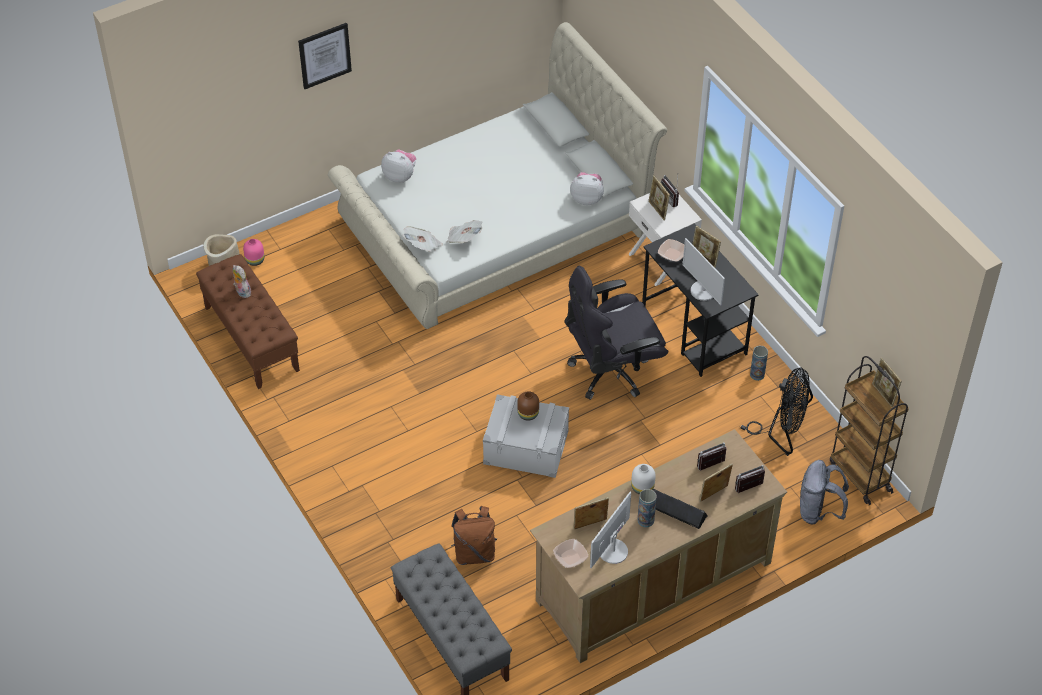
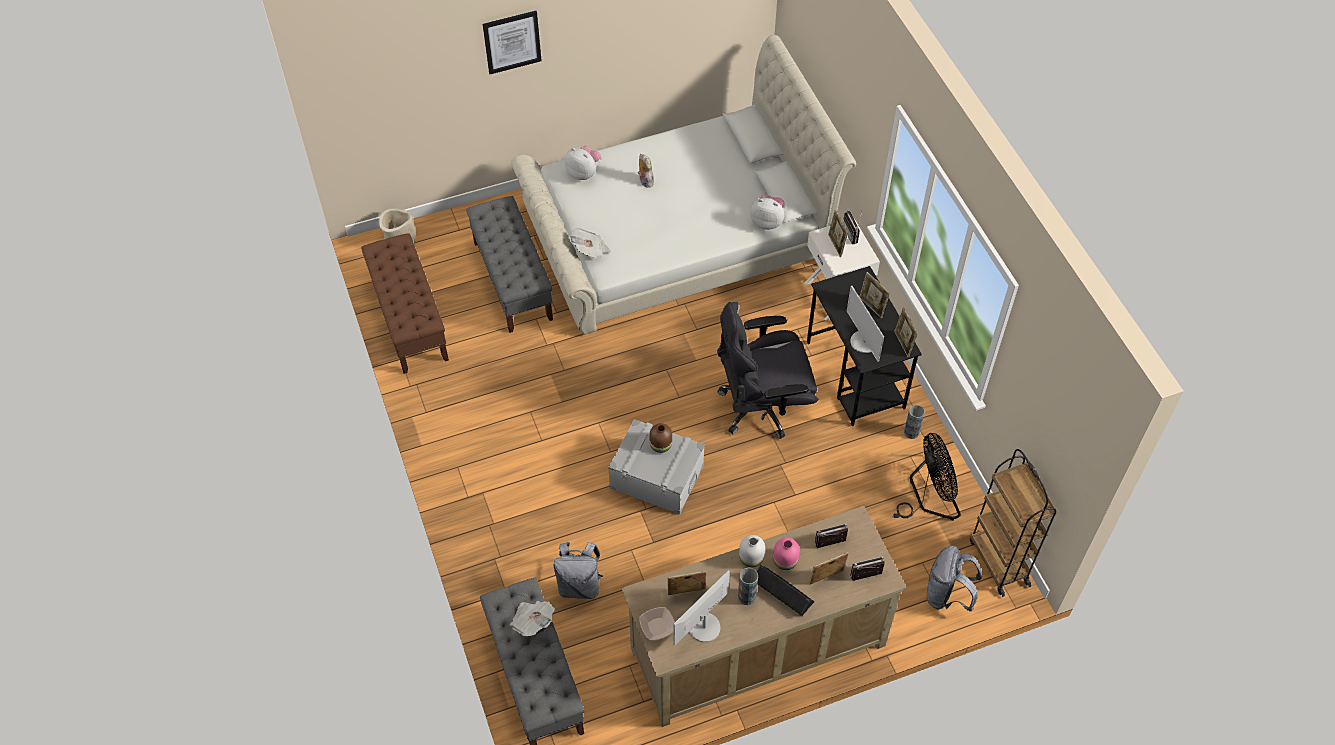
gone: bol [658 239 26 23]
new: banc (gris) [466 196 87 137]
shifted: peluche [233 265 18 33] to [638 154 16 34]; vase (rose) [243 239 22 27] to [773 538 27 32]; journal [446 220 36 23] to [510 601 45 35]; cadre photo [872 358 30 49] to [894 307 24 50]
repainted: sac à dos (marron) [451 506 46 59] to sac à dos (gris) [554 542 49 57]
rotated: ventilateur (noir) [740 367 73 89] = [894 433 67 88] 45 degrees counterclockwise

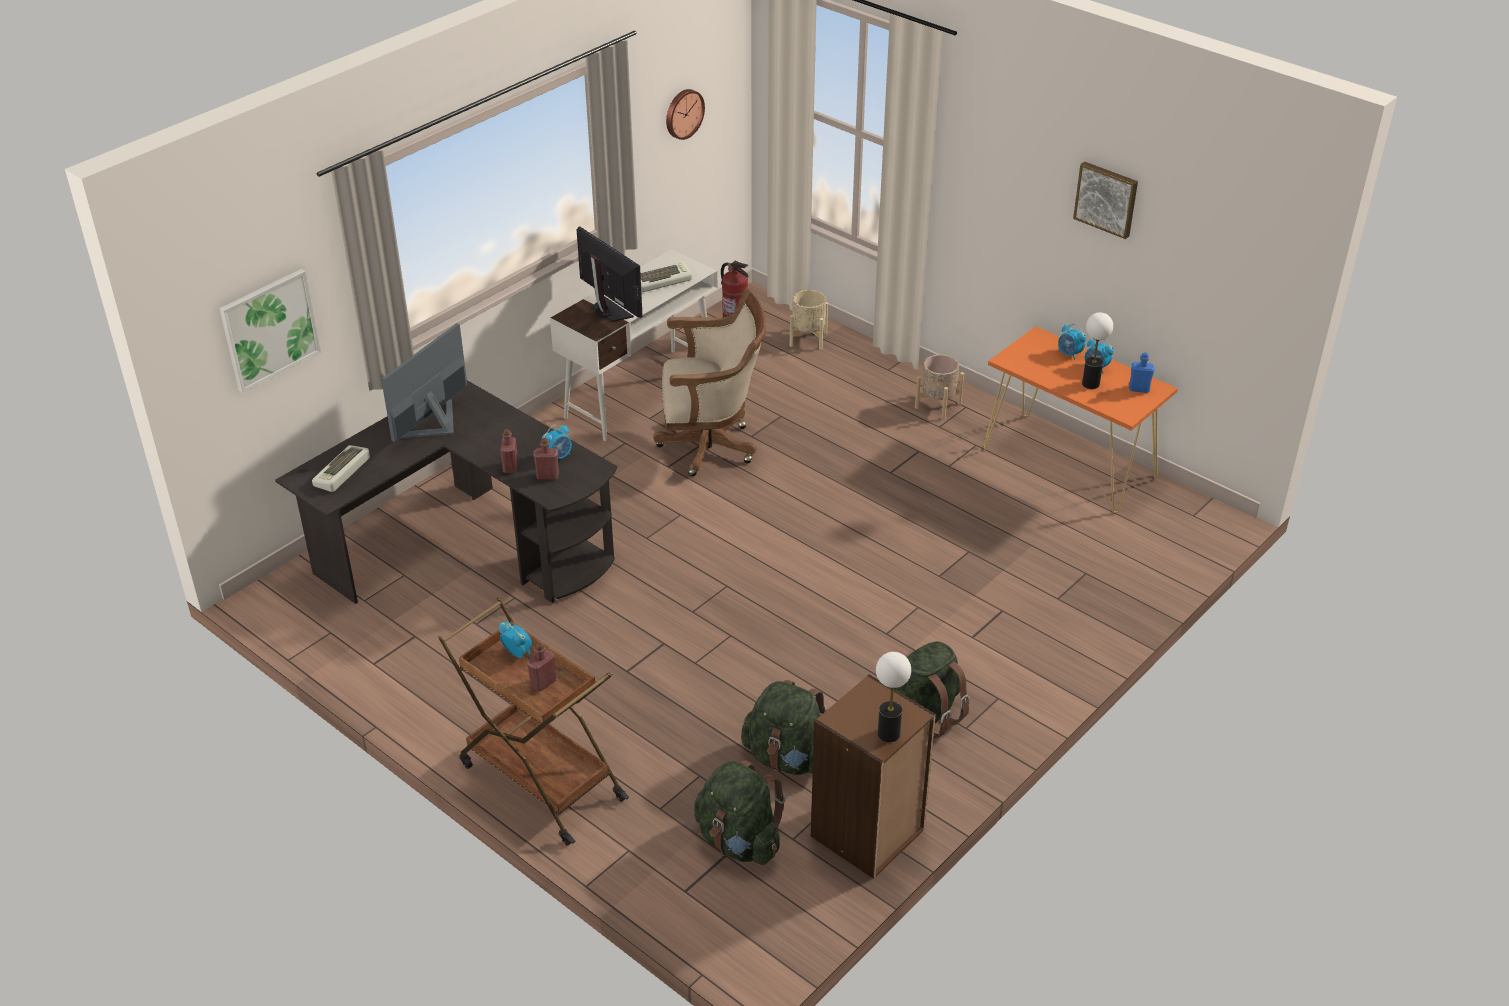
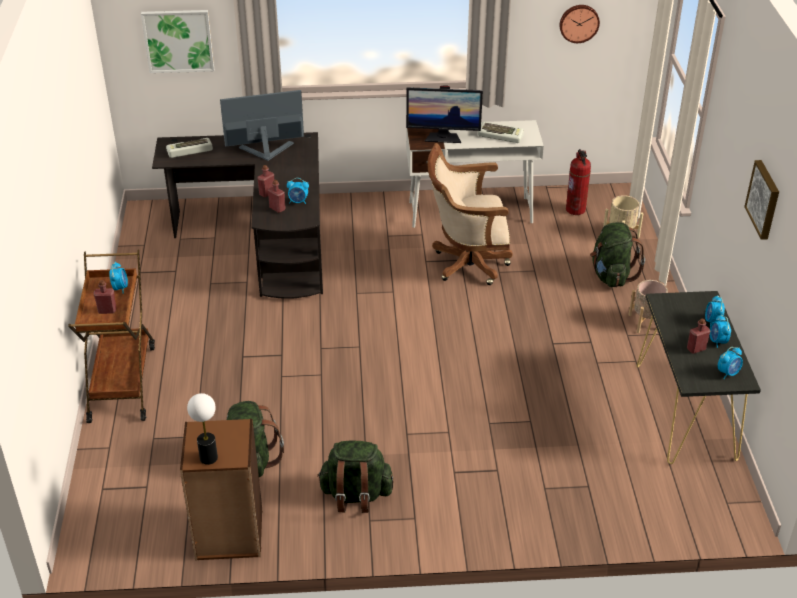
shifted: sac à dos (vert) [694 760 92 105] to [590 222 55 65]
swapped: lampe de table [1082 312 31 77] to bouteille (rouge) [687 318 23 36]; bouteille (bleu) [1129 352 26 41] to réveil [718 347 25 32]
repainted: table console (orange) [984 326 194 187] to table console (noir) [637 291 124 173]
rotated: écran d'ordinateur [577 226 66 96] = [406 85 77 58] 90 degrees clockwise; chaise de bureau [653 287 113 189] = [427 143 86 142] 135 degrees clockwise

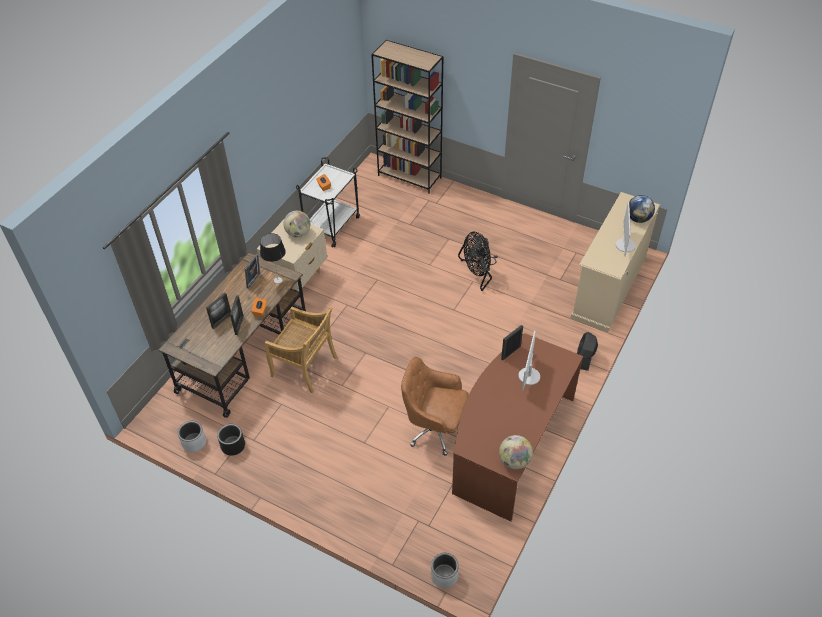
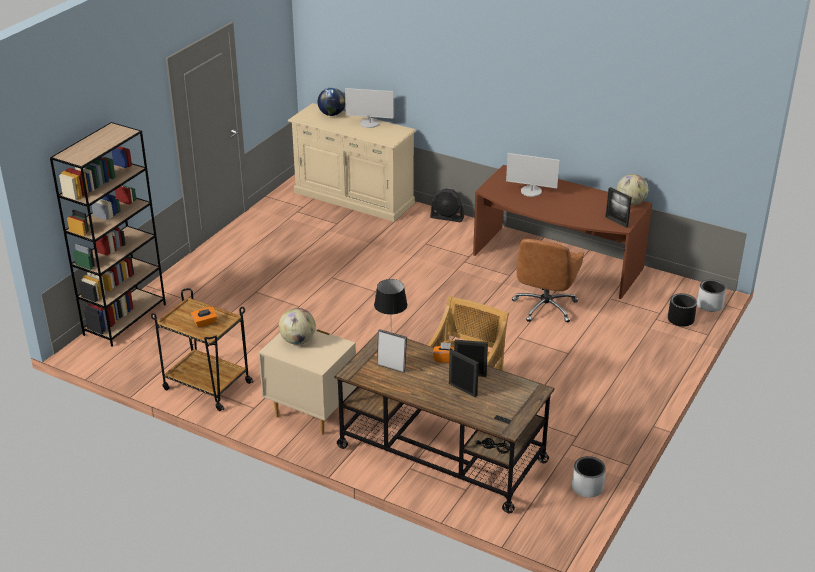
gone: ventilateur (noir) [458 231 40 60]
shifted: cache-pot (noir) [217 424 28 32] to [668 293 29 34]; cadre photo [501 325 22 35] to [605 187 27 41]
repainted: chariot (blanc) [296 157 64 90] to chariot (marron) [151 288 103 123]

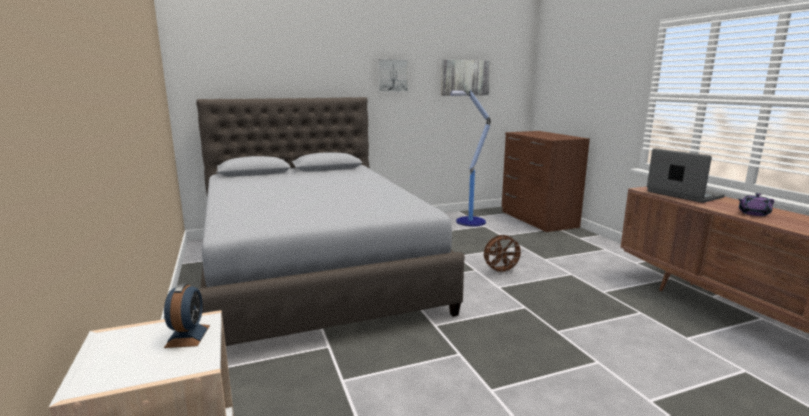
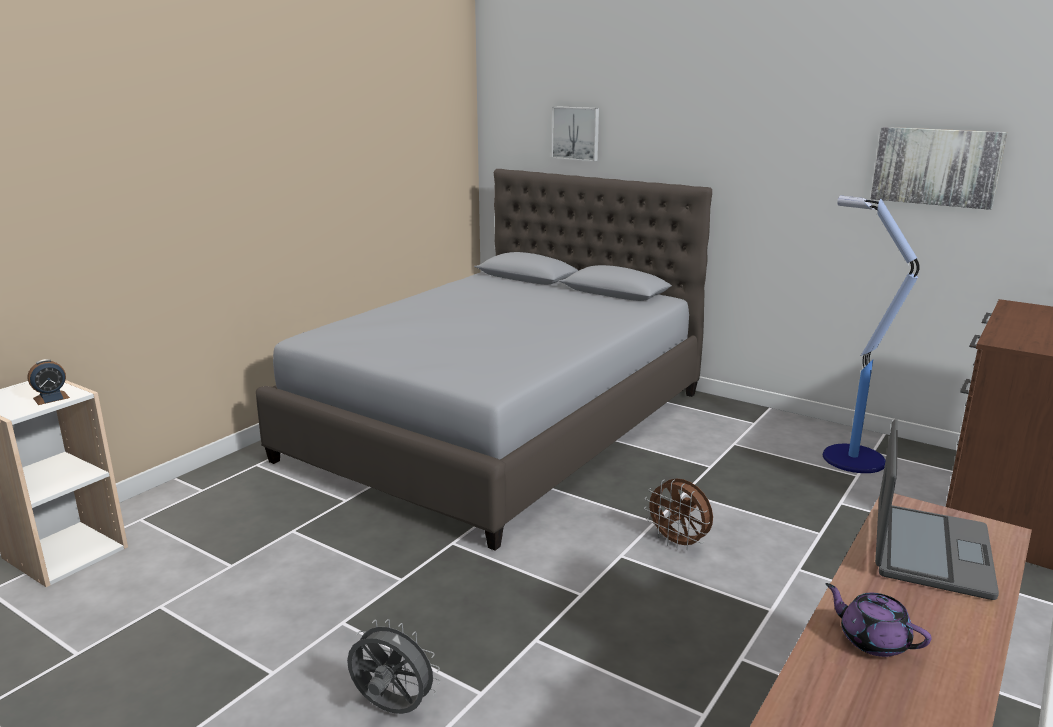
new: ventilateur (gris) [347 619 93 95]
shifted: tableau [377 59 32 33] to [551 106 48 56]

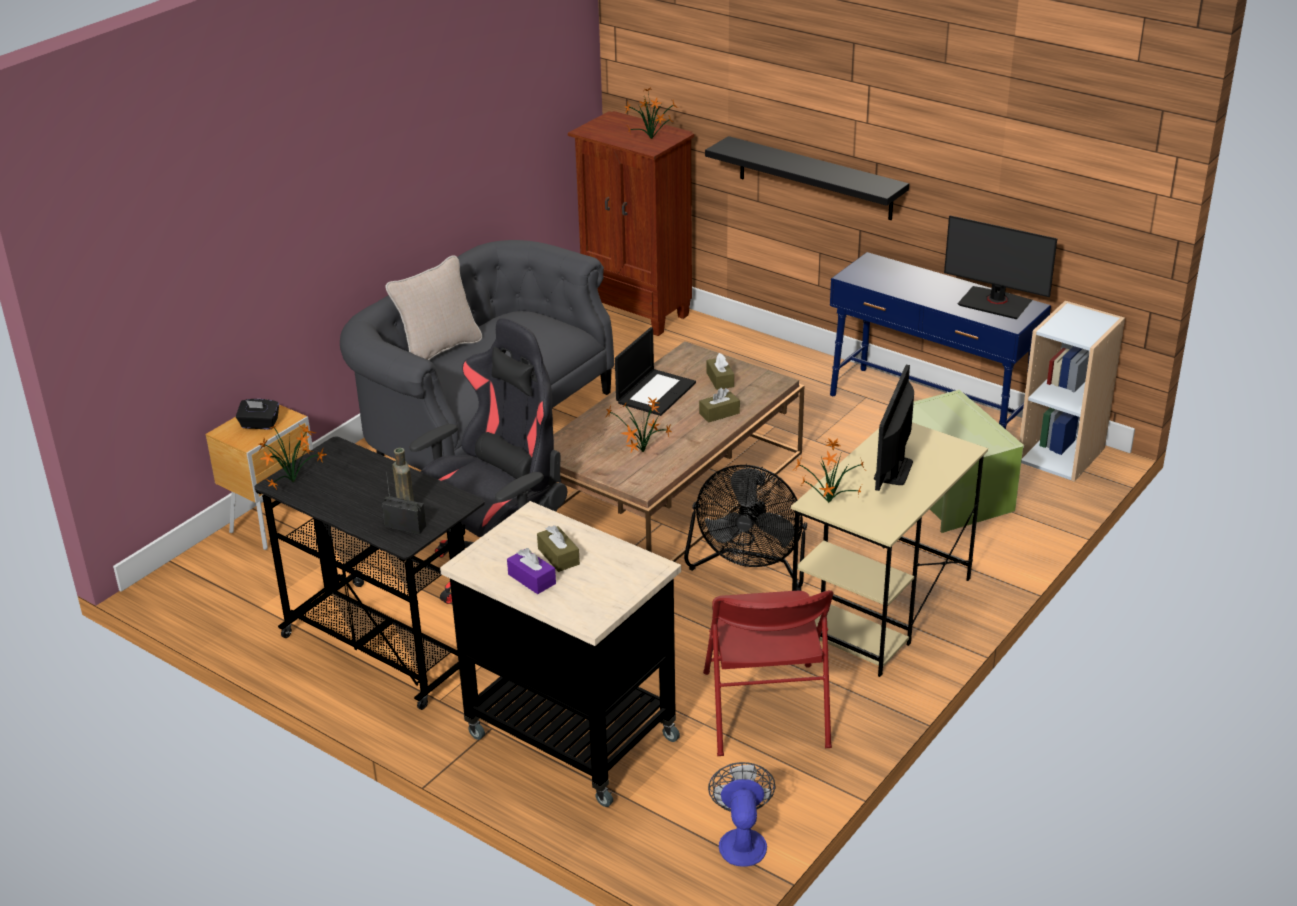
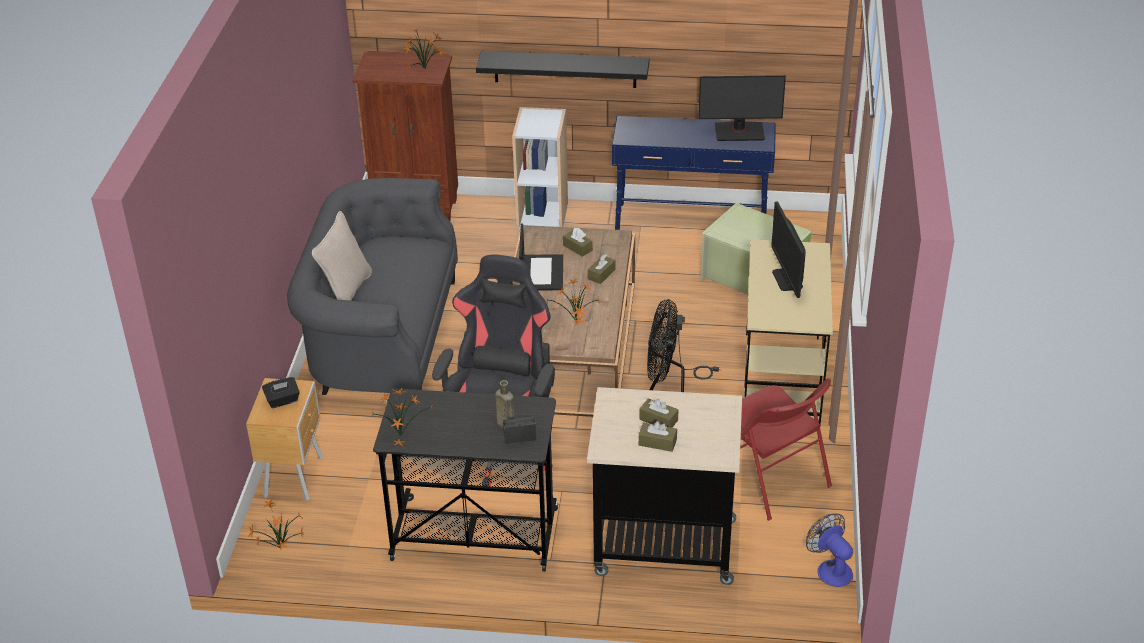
shifted: plante en pot [793 438 72 65] to [248 499 56 52]; bibliothèque [1019 301 106 181] to [512 107 56 124]
repainted: boîte à mouchoirs (violet) [507 548 49 46] to boîte à mouchoirs (marron) [639 421 38 31]
rotated: ventilateur (noir) [684 464 123 127] = [647 299 74 93] 105 degrees clockwise

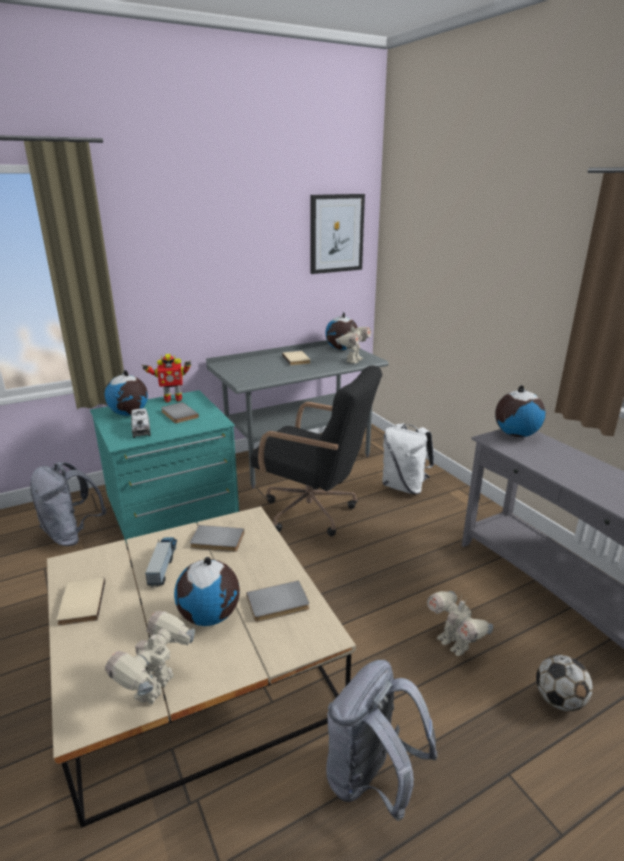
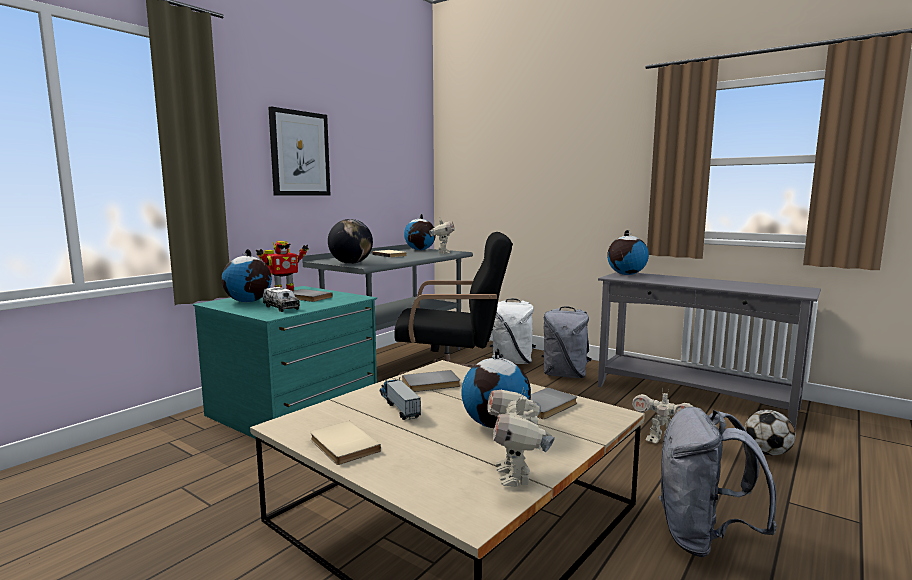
new: globe [328 219 45 45]
shifted: sac à dos (gris) [30 462 76 84] to [541 306 51 72]; tableau [310 194 55 80] to [268 107 63 89]

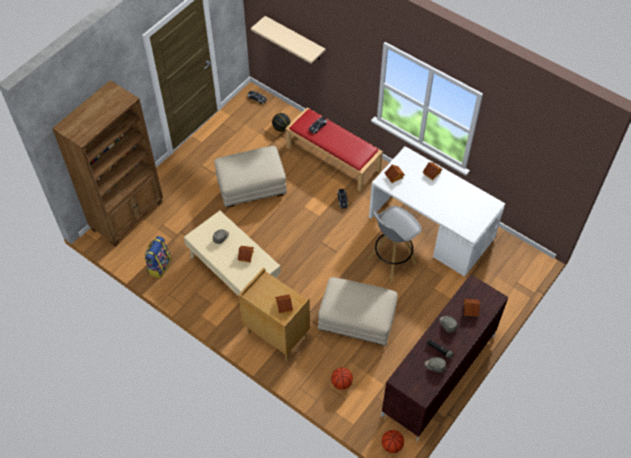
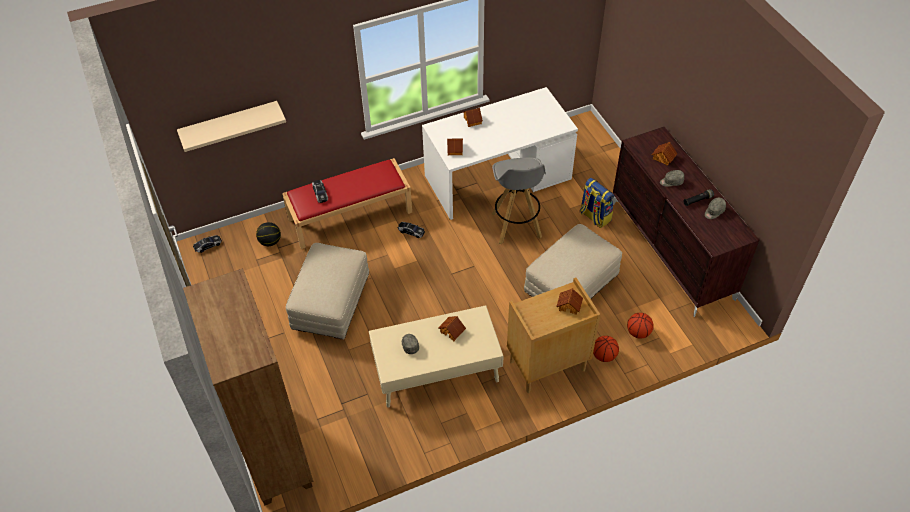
shifted: sac à dos [145 236 26 42] to [580 178 34 50]; ballon de basket [382 430 22 23] to [593 336 26 26]

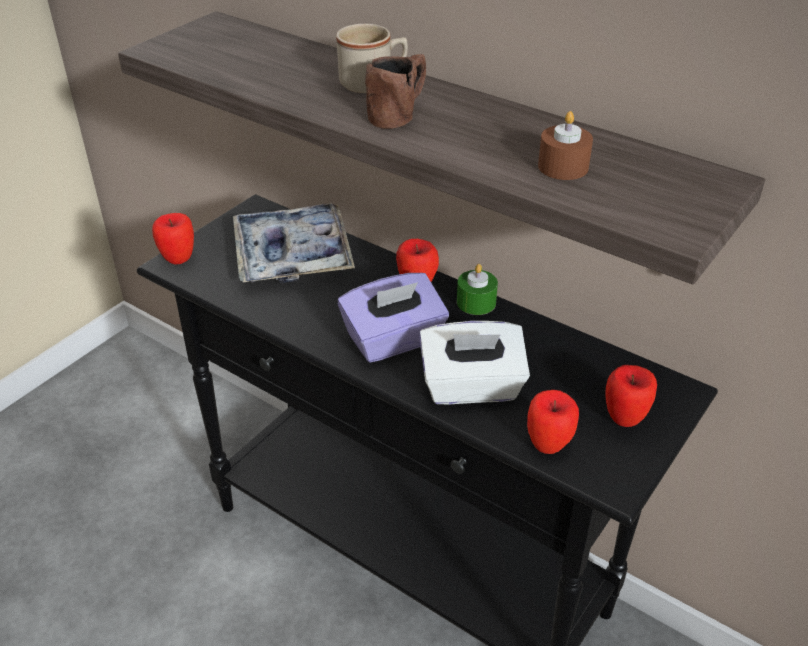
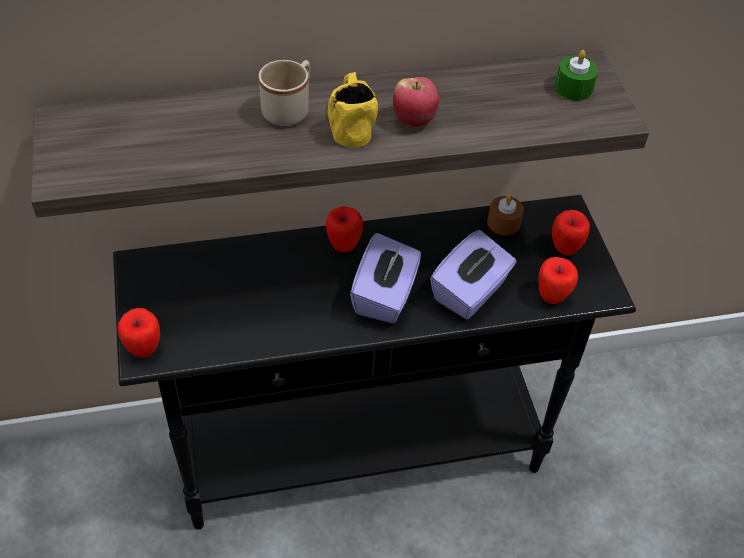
gone: plateau [233 203 122 80]
new: pomme [393 77 46 50]
shifted: bougie (vert) [457 264 41 51] to [555 50 43 51]; bougie (marron) [538 111 55 69] to [487 194 37 41]
repainted: mug (marron) [365 54 61 75] to mug (jaune) [328 72 50 76]; boîte à mouchoirs (blanc) [419 321 111 84] to boîte à mouchoirs (violet) [430 230 86 89]

